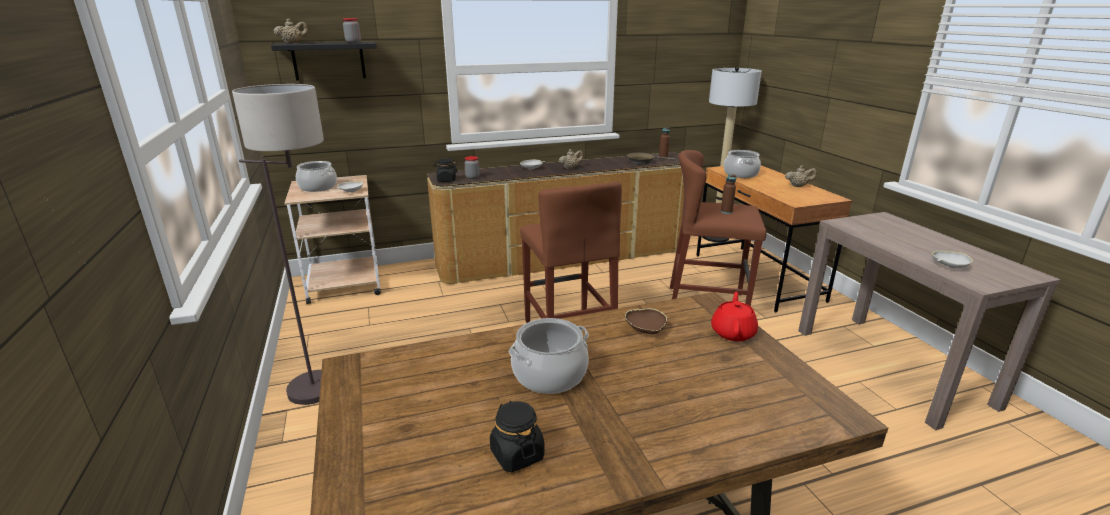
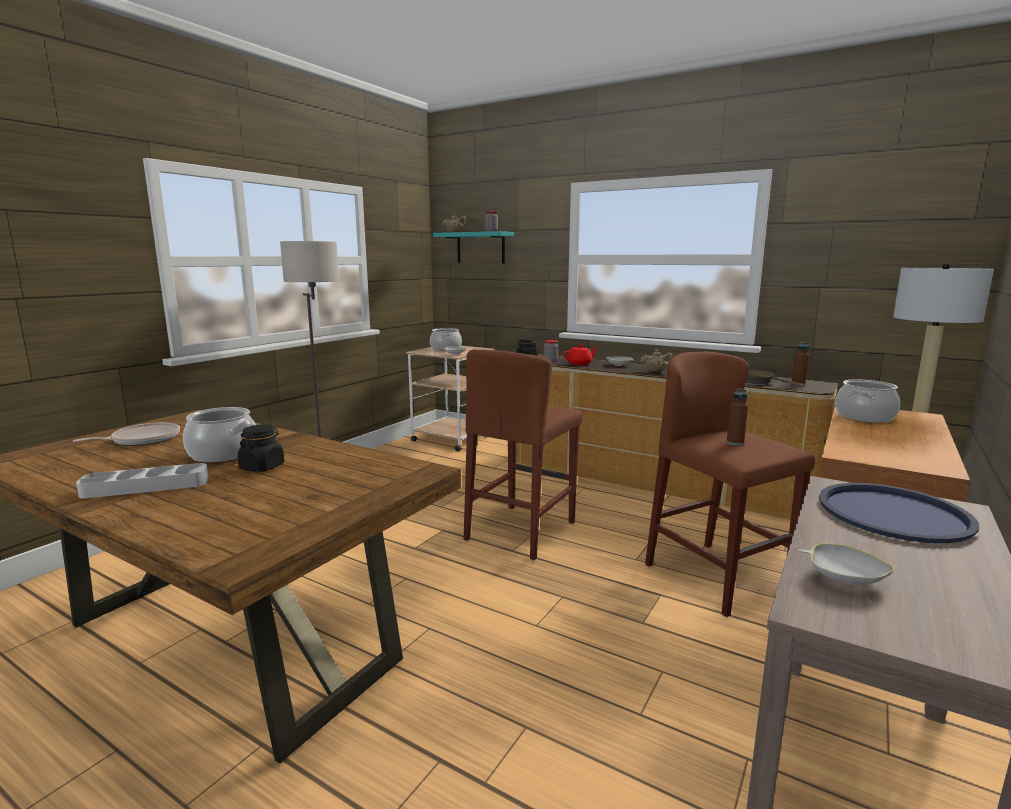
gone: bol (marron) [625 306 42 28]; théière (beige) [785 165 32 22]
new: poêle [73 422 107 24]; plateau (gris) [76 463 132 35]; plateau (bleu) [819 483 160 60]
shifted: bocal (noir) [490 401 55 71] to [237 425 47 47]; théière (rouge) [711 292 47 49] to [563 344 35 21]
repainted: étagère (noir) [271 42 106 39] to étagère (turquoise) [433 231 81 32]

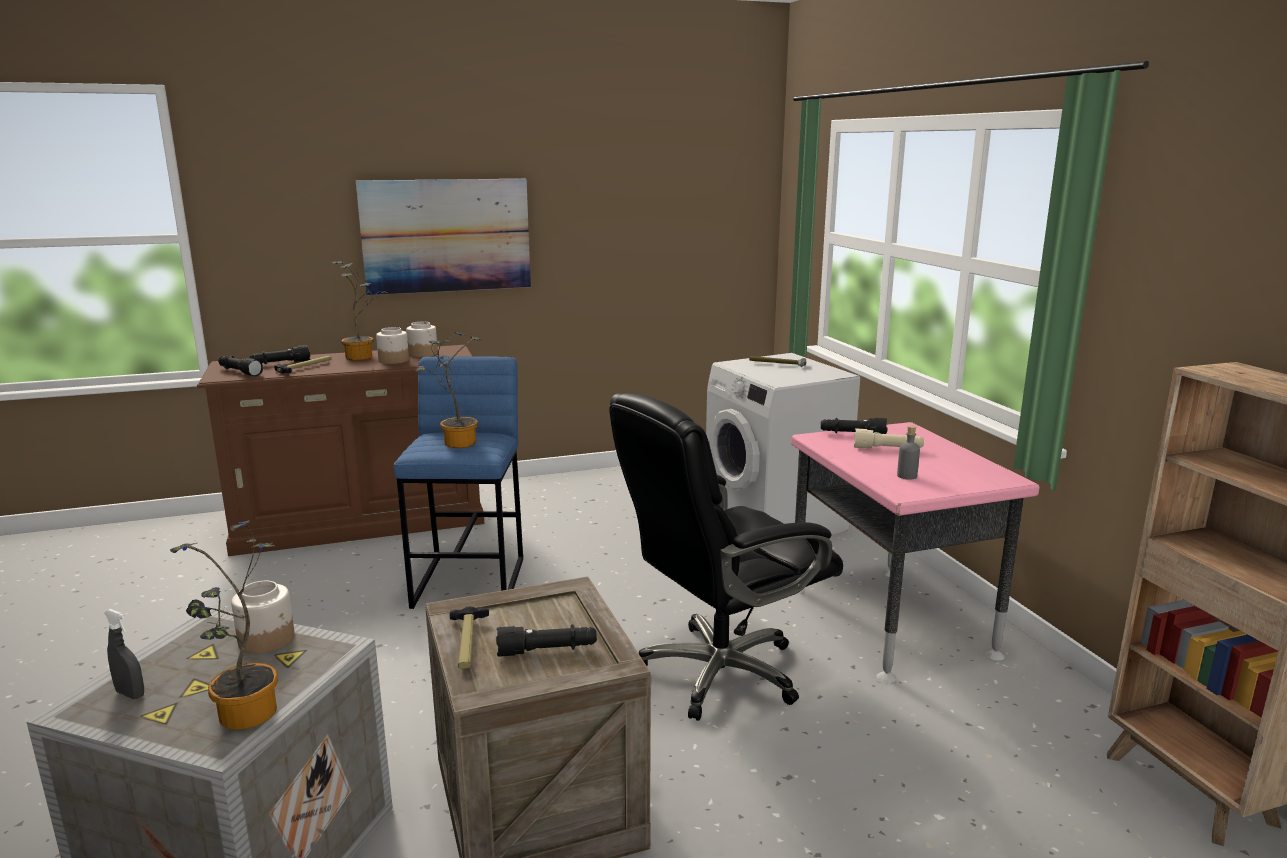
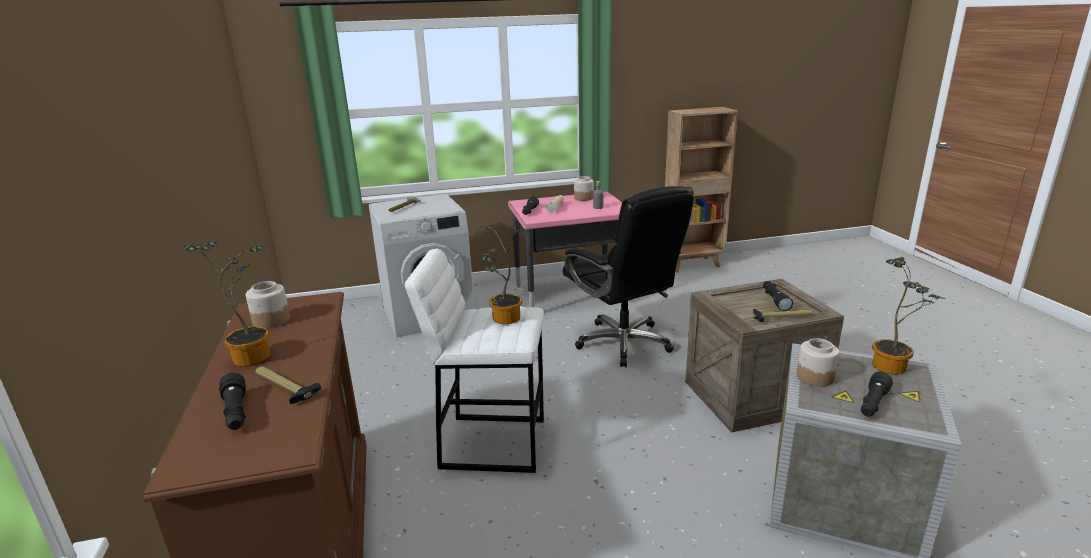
gone: vaporisateur (gris) [104 609 40 90]; tableau [356 179 175 116]
shifted: lampe de poche (noir) [218 356 45 20] to [861 372 32 44]; bocal [376 327 33 37] to [574 176 20 25]
repainted: tabouret (bleu) [394 356 129 253] to tabouret (blanc) [405 248 139 225]

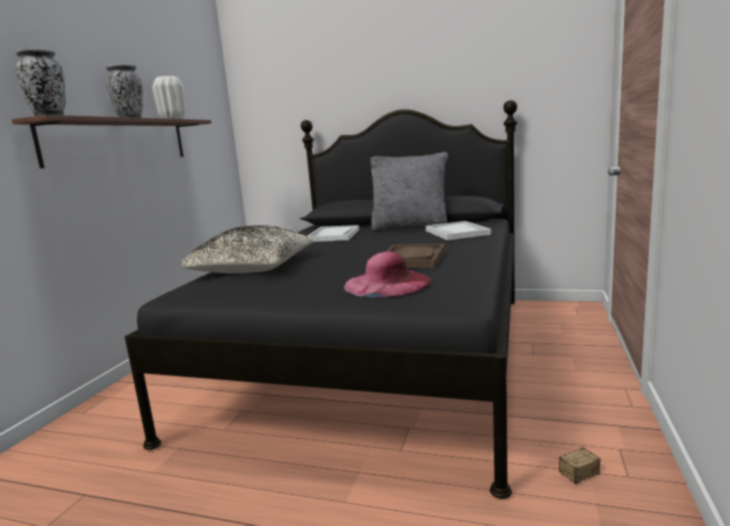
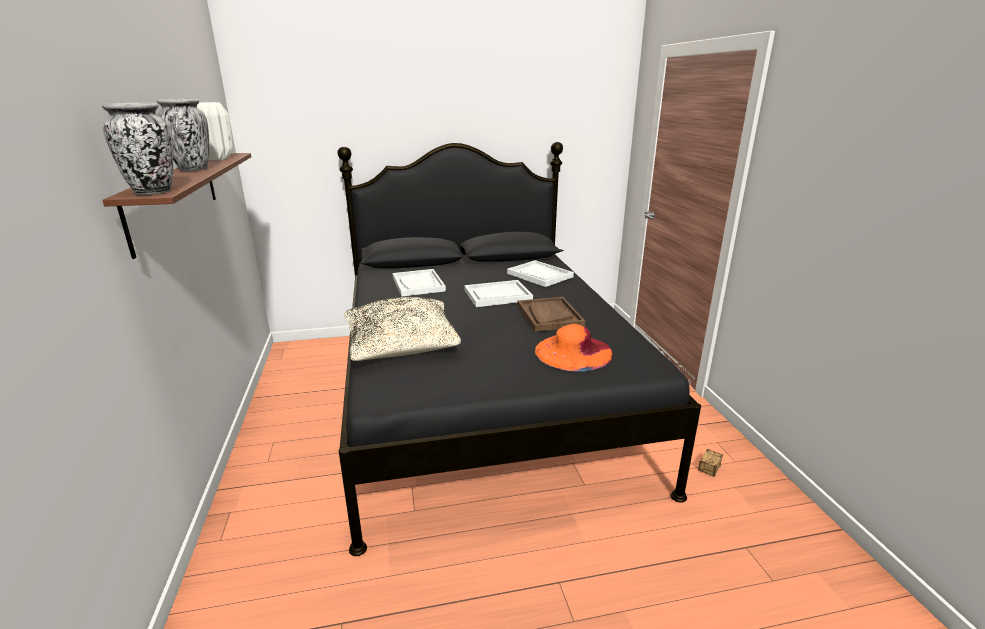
gone: coussin (gris) [370 152 78 78]
new: plateau (blanc) [464 280 69 27]
repainted: chapeau (rose) [344 252 89 46] to chapeau (orange) [535 324 78 48]

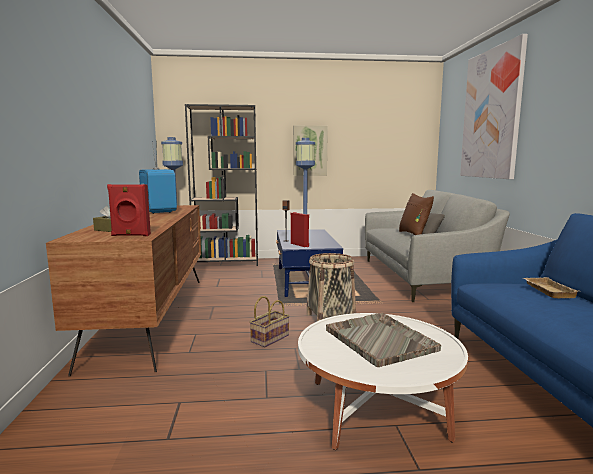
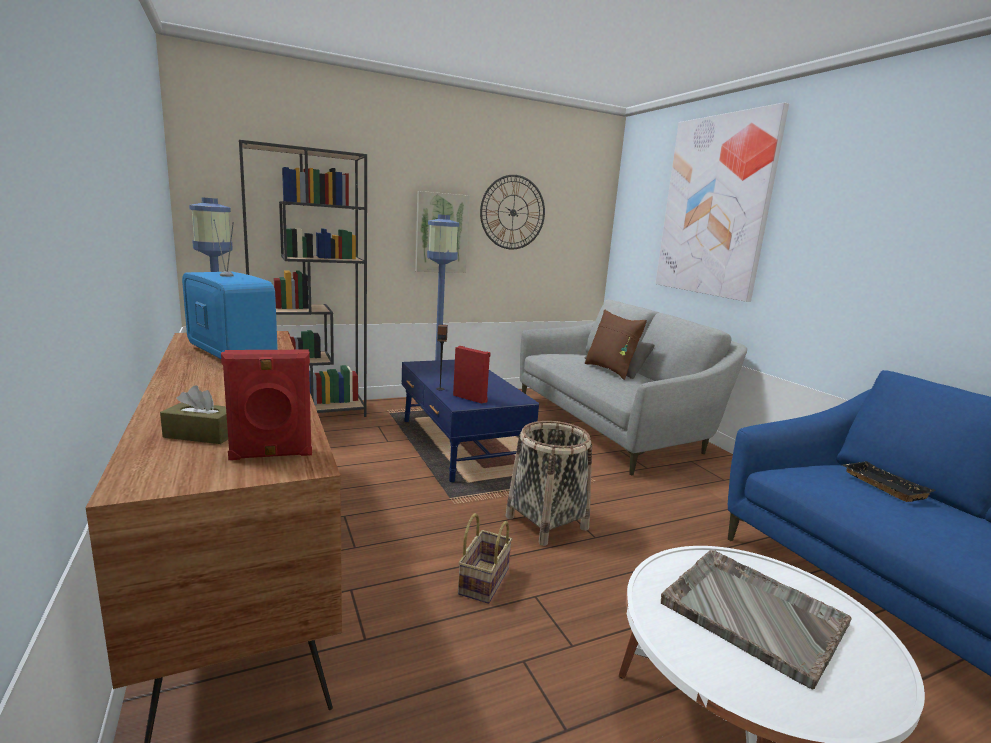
new: horloge murale [480 175 65 74]
repainted: plateau (beige) [523 277 56 22] to plateau (noir) [842 461 94 41]

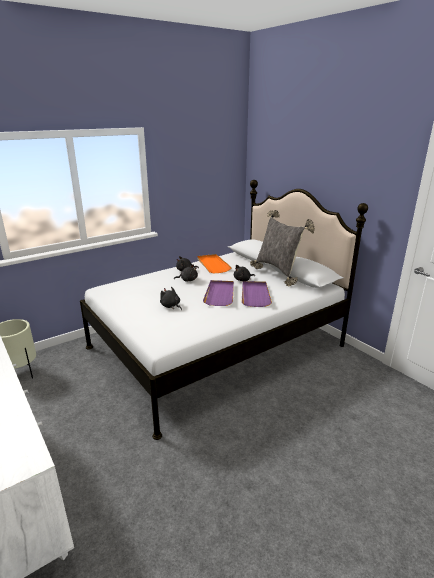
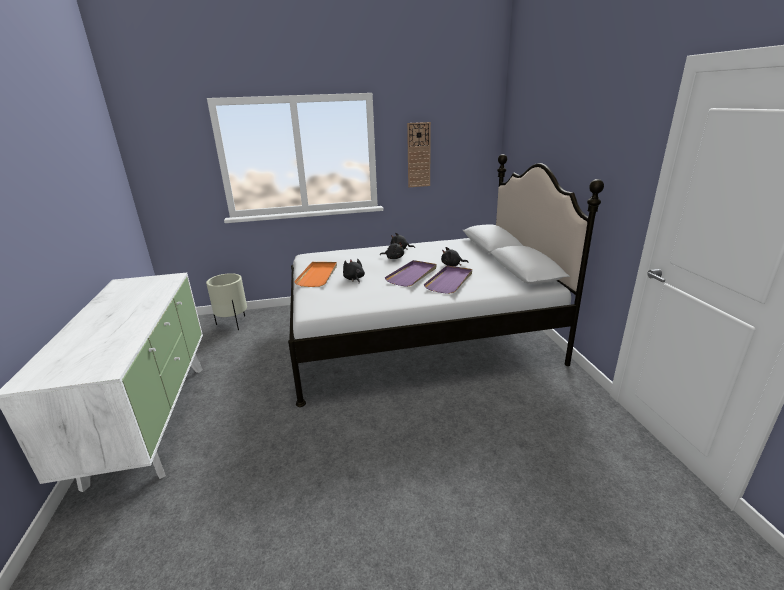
gone: coussin [250 210 65 77]
new: horloge murale [407 122 24 65]
shifted: plateau (orange) [197 254 35 20] to [294 262 43 25]

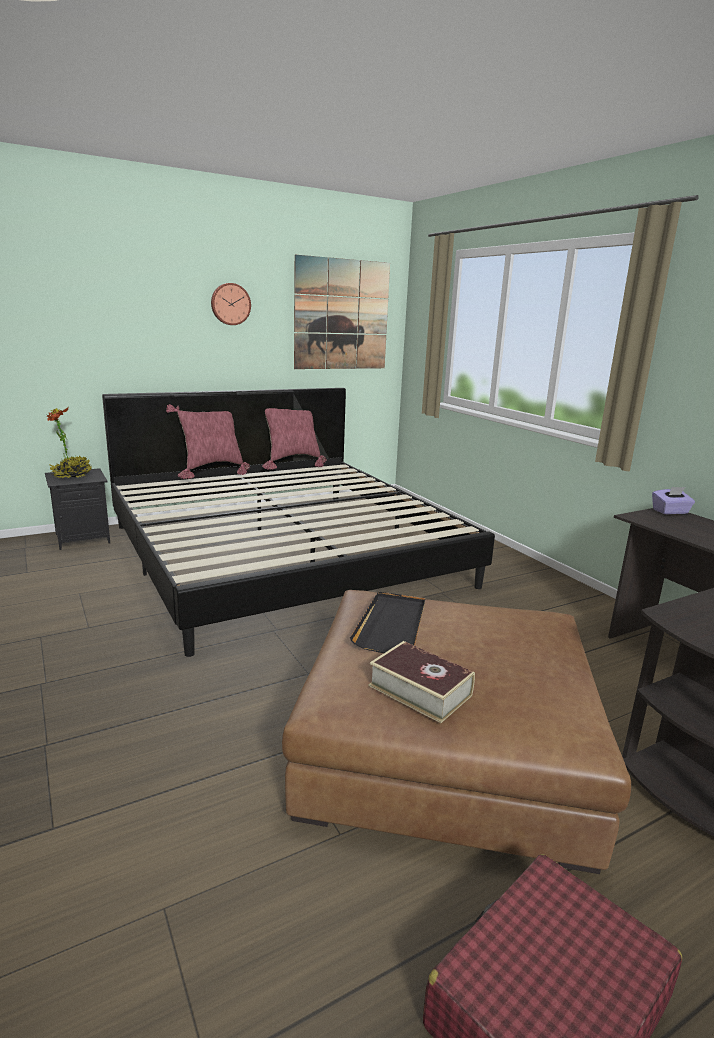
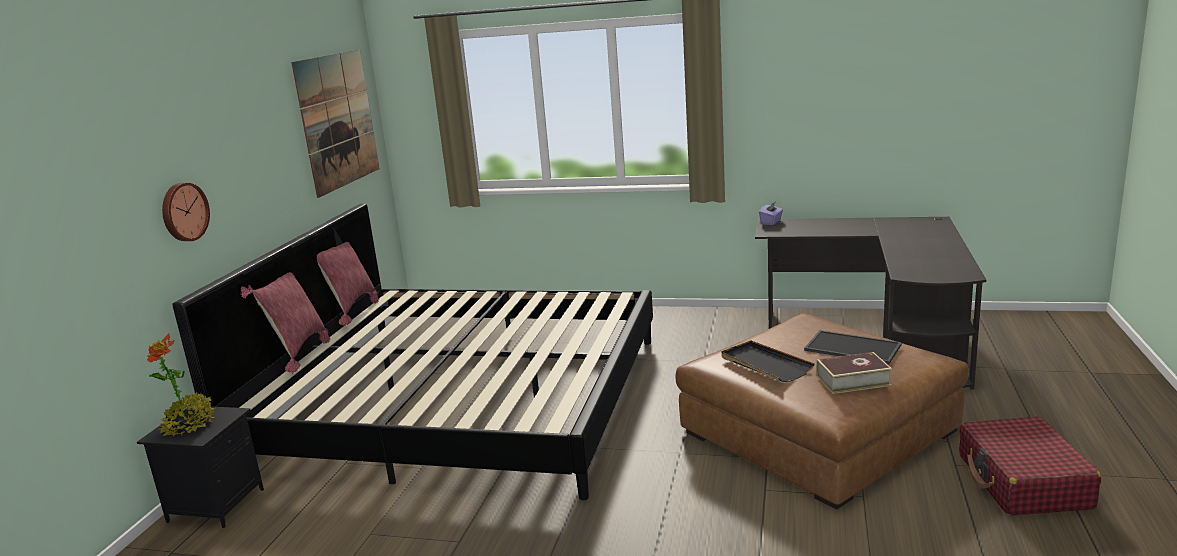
new: plateau [804 330 98 34]
shifted: horloge murale [211 283 40 42] to [162 183 48 58]

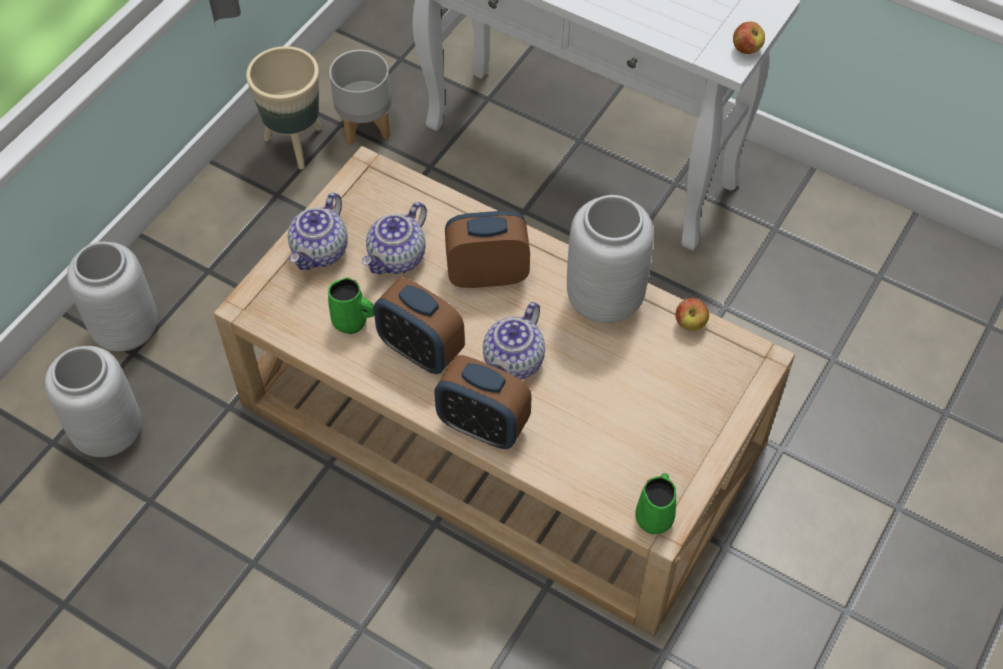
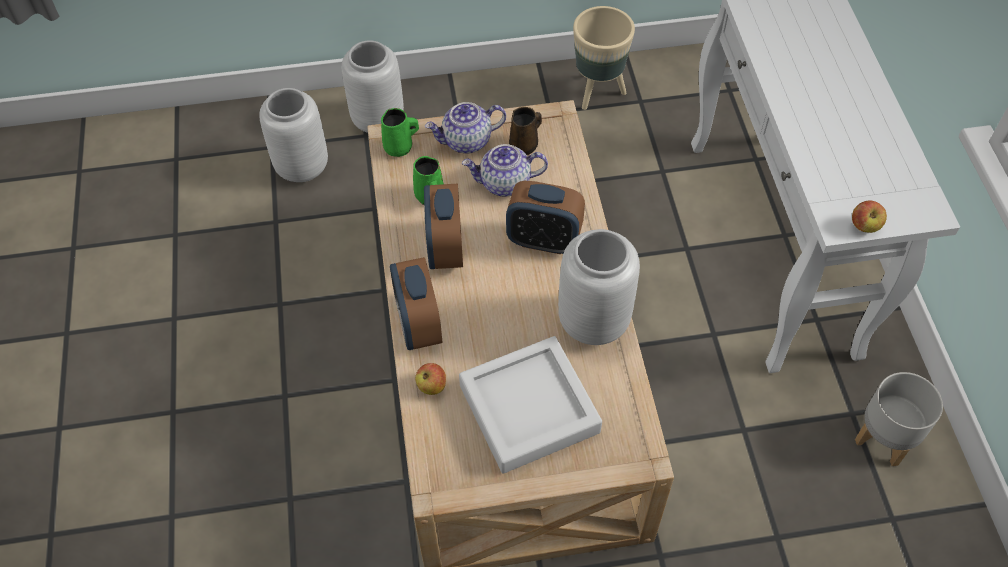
gone: théière [483 302 62 78]
new: plateau (gris) [459 336 143 138]; mug (marron) [509 107 33 48]
shifted: cache-pot (gris) [329 50 62 95] to [855 372 88 94]; mug (vert) [635 473 41 62] to [381 108 38 49]; pomme [675 298 34 33] to [415 363 31 32]
rotated: réveil [445 211 85 77] = [506 181 79 73] 150 degrees clockwise

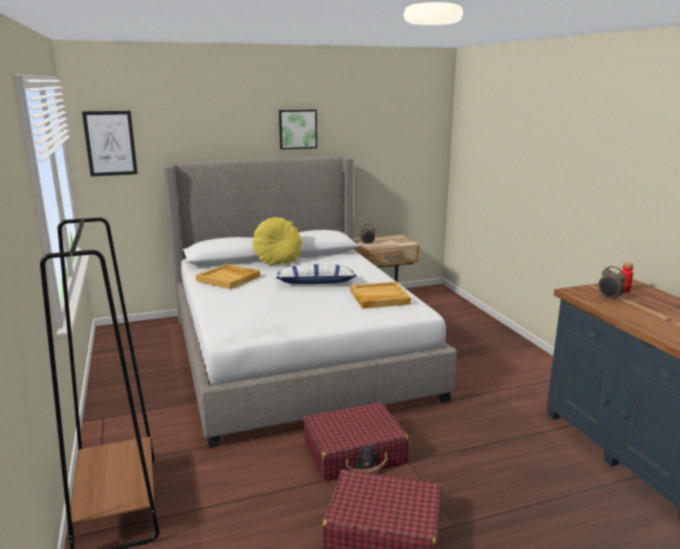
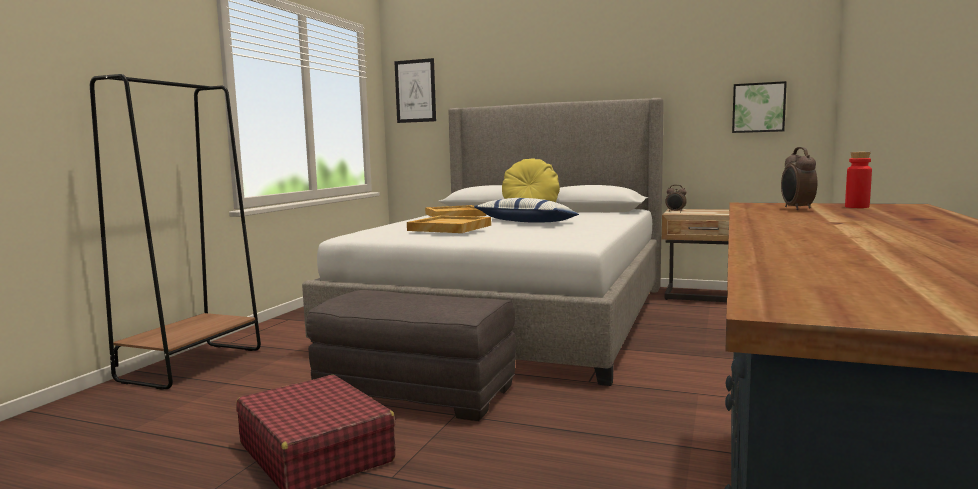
shifted: tableau [279 110 38 40] to [732 81 55 52]; plateau (beige) [350 282 61 27] to [407 216 84 17]
swapped: valise (rouge) [303 402 106 79] to pouf (gris) [306 290 210 131]

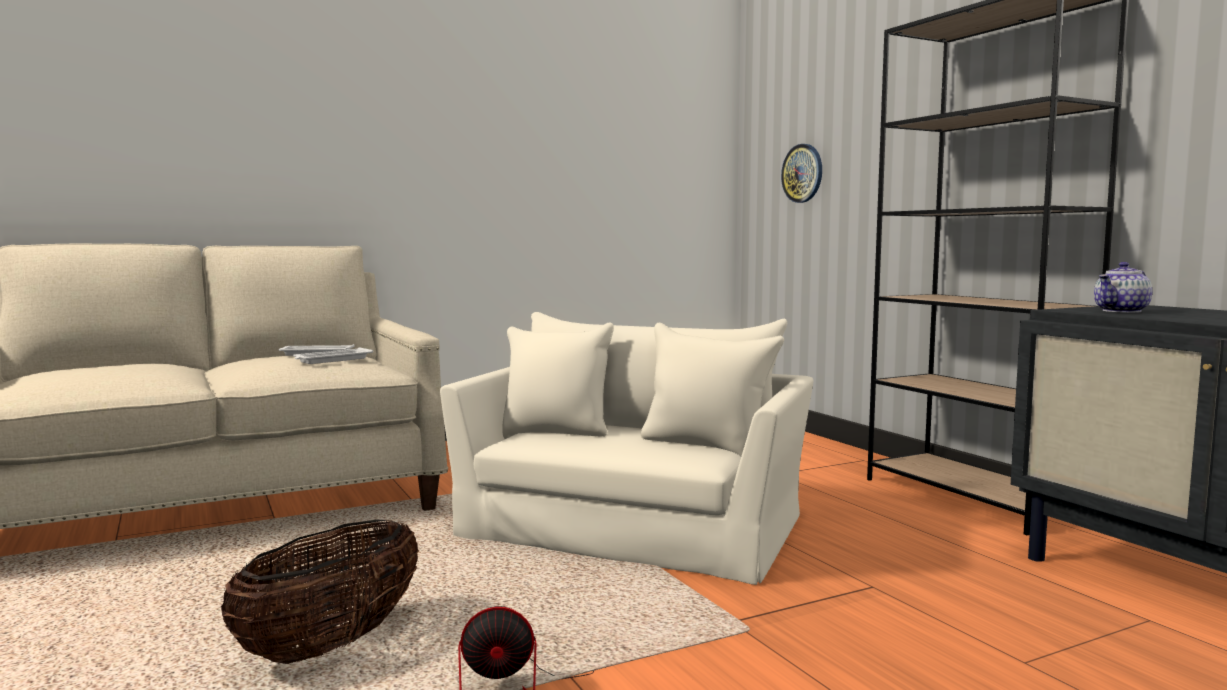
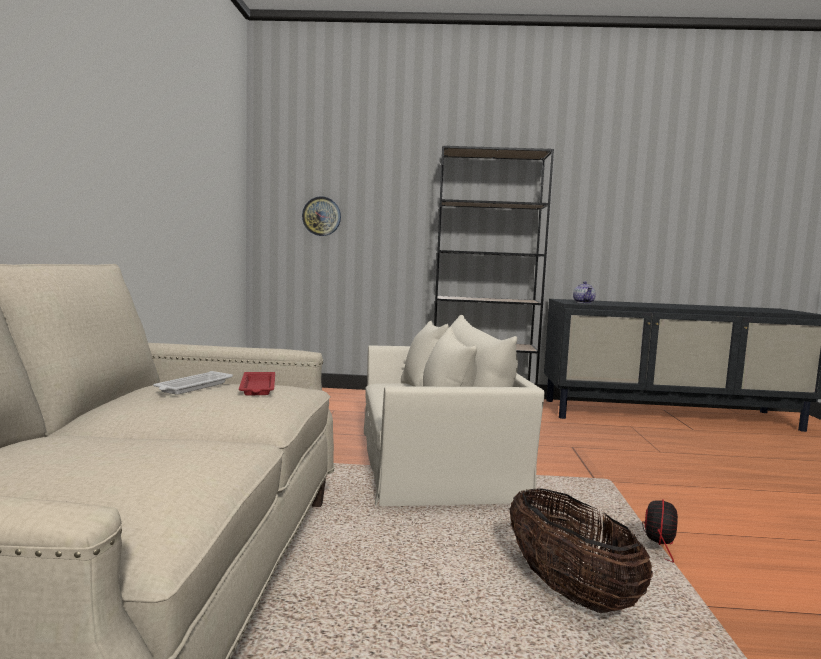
repainted: plateau (blanc) [293 347 80 17] to plateau (rouge) [239 372 36 23]
rotated: fauteuil (beige) [440 312 374 273] = [364 315 181 191] 120 degrees clockwise

